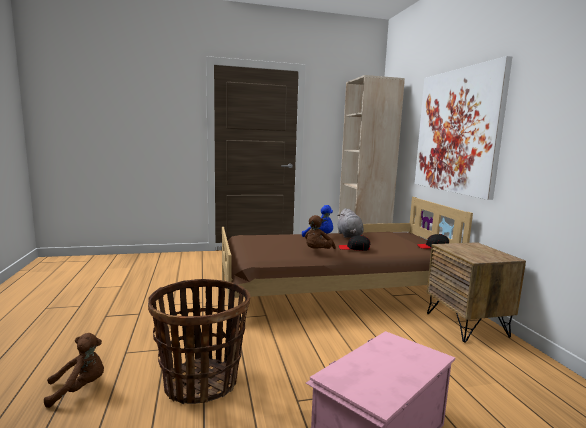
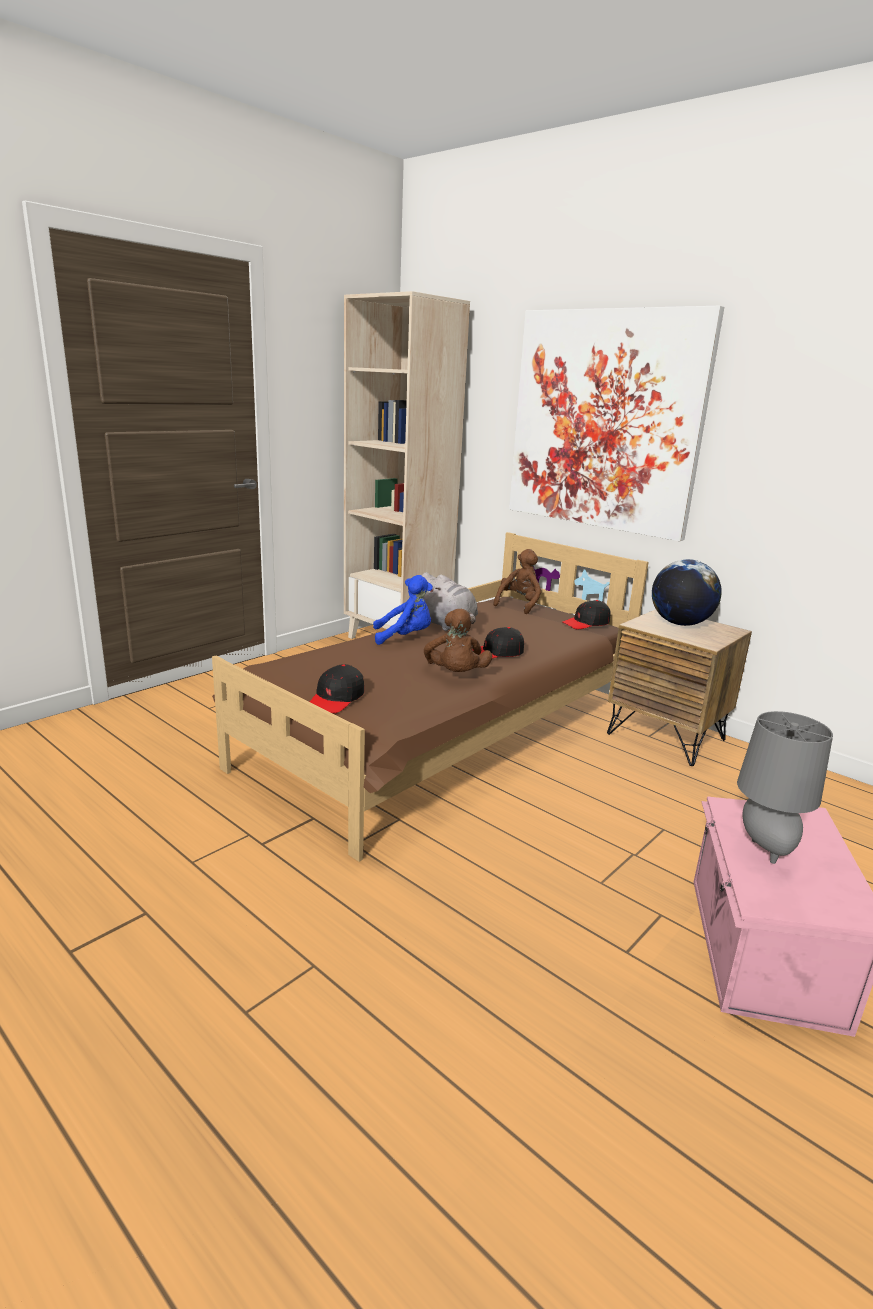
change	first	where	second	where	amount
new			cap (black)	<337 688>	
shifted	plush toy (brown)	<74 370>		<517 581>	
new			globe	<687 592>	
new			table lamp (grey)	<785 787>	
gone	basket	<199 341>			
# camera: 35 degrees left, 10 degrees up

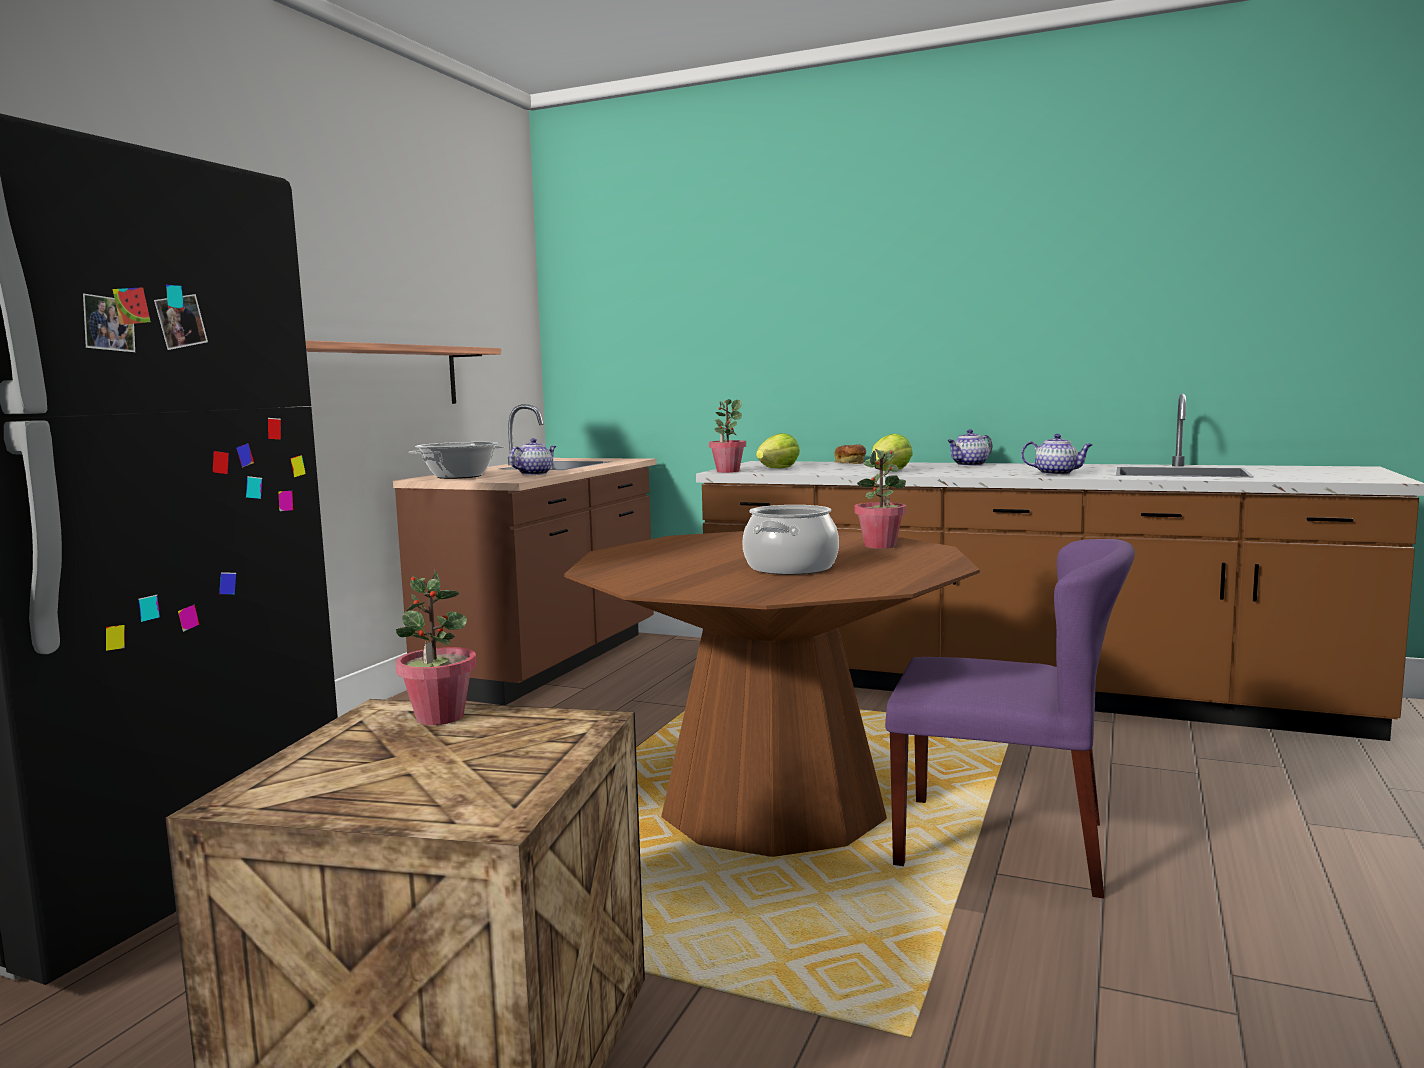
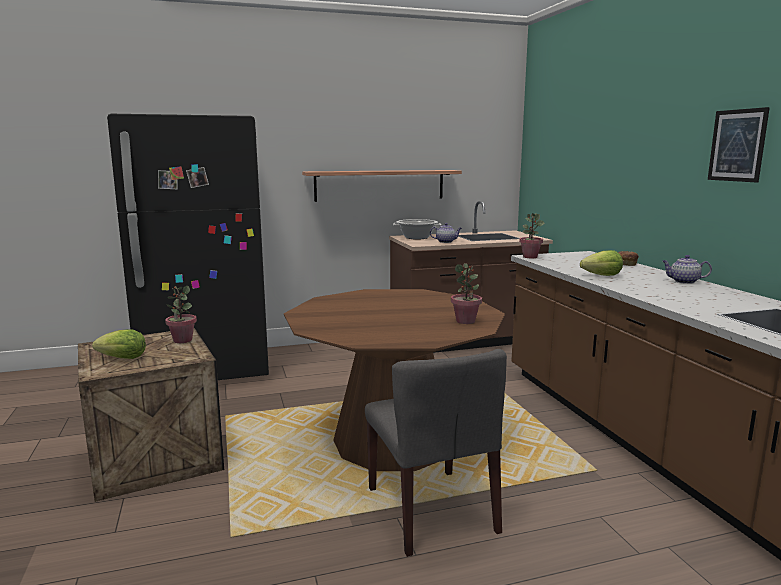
change	first	where	second	where	amount
shifted	lettuce	<778 450>		<119 344>	
repainted	chair (purple)	<1010 718>	chair (grey)	<436 453>	
new			picture	<739 145>	
gone	cooking pot	<790 540>			
gone	teapot	<1057 454>			
# camera: 50 degrees right, 5 degrees up

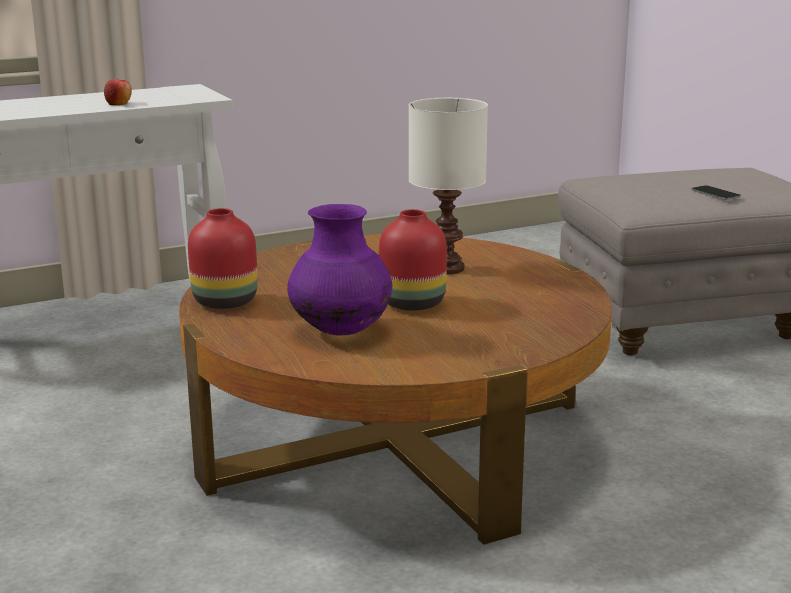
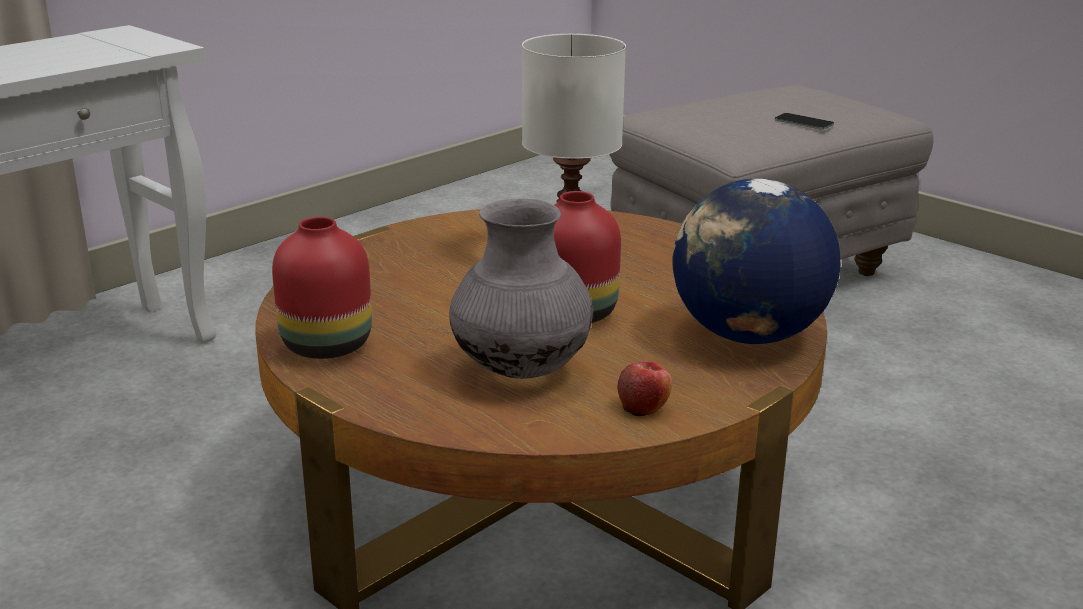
change	first	where	second	where	amount
repainted	vase (purple)	<339 270>	vase (grey)	<521 288>	
shifted	apple	<118 92>		<644 389>	
new			globe	<756 261>	
# camera: 20 degrees left, 5 degrees up

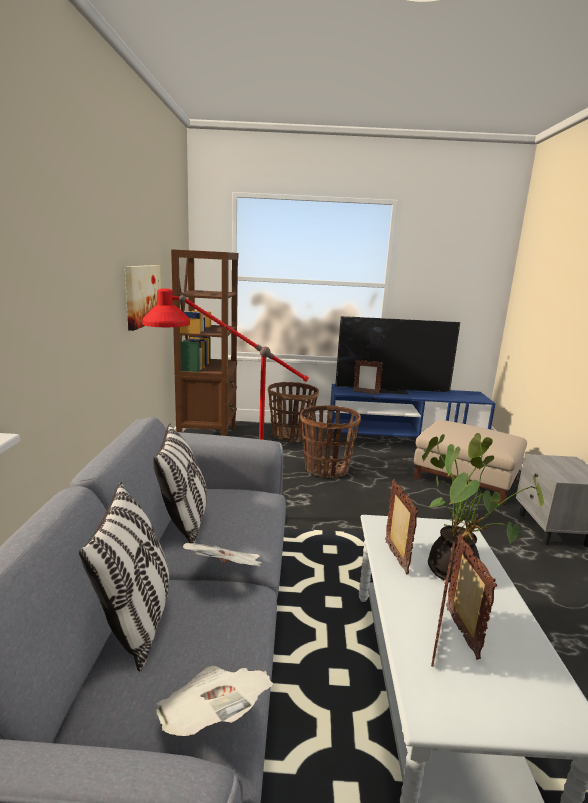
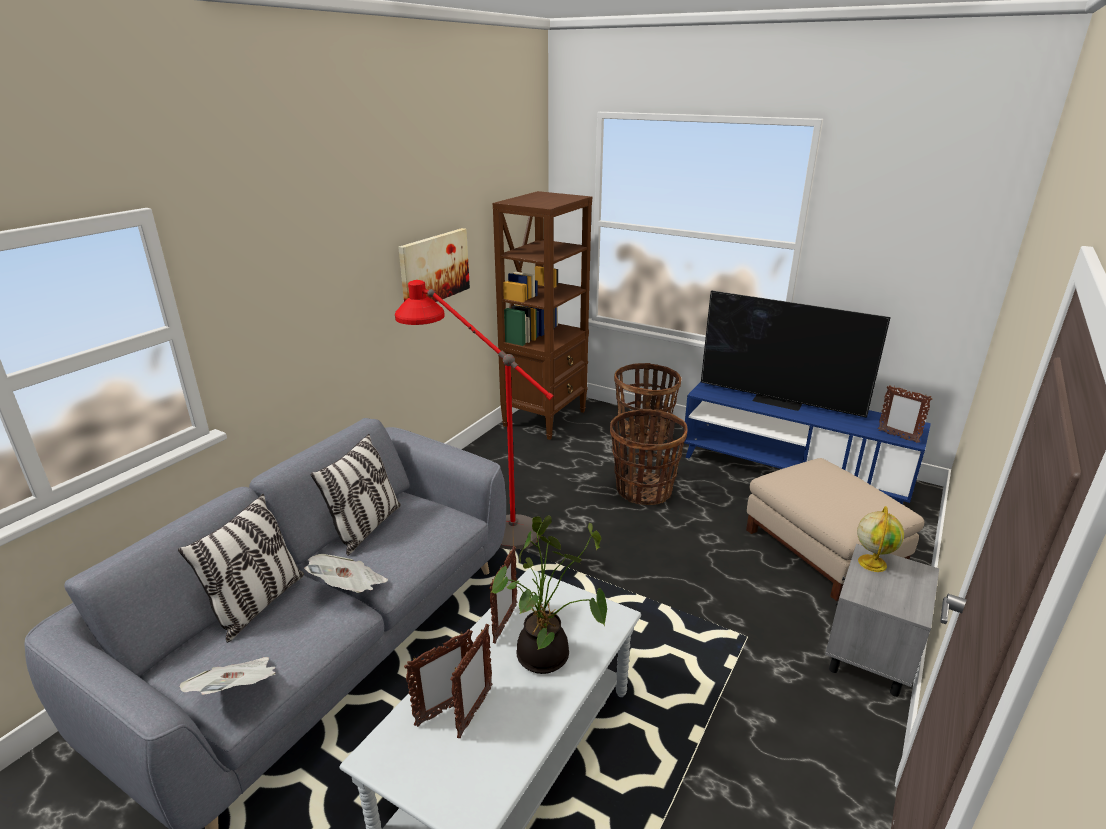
change	first	where	second	where	amount
new			globe	<880 539>	
shifted	picture frame	<368 377>		<905 414>	
# camera: 30 degrees right, 10 degrees up

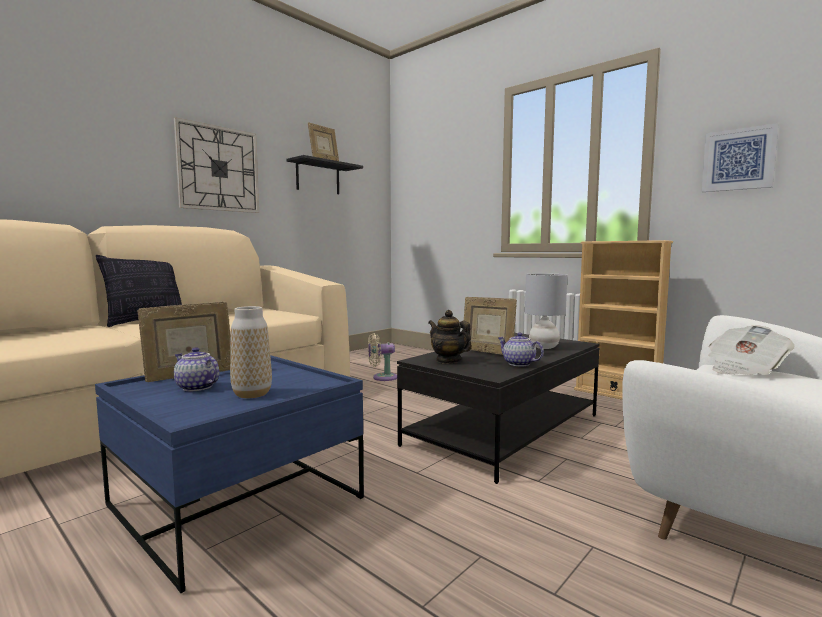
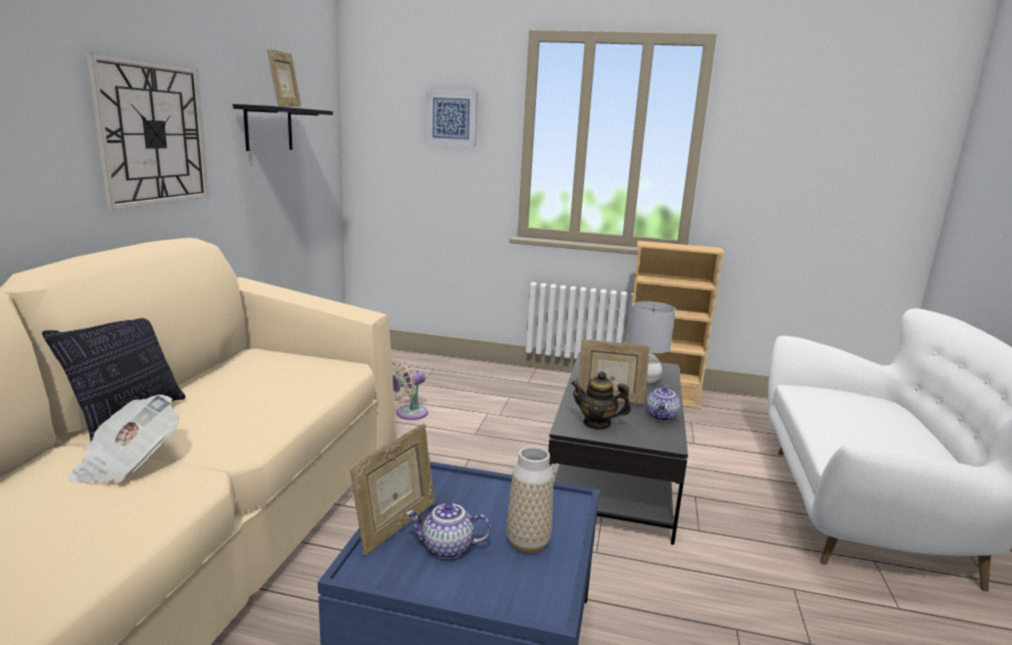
change	first	where	second	where	amount
shifted	newspaper	<751 350>		<123 439>	
shifted	picture	<739 157>		<451 118>	
rotated	teapot	<521 349>		<663 403>	90 degrees counterclockwise
# camera: 30 degrees left, 10 degrees up

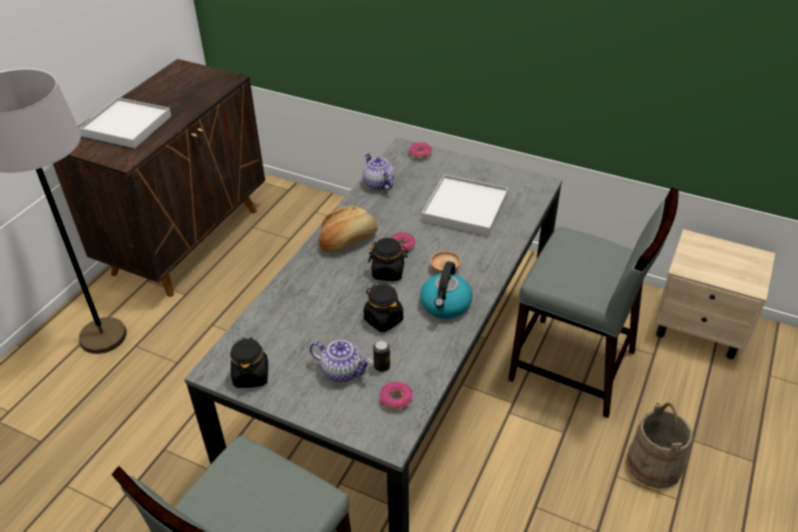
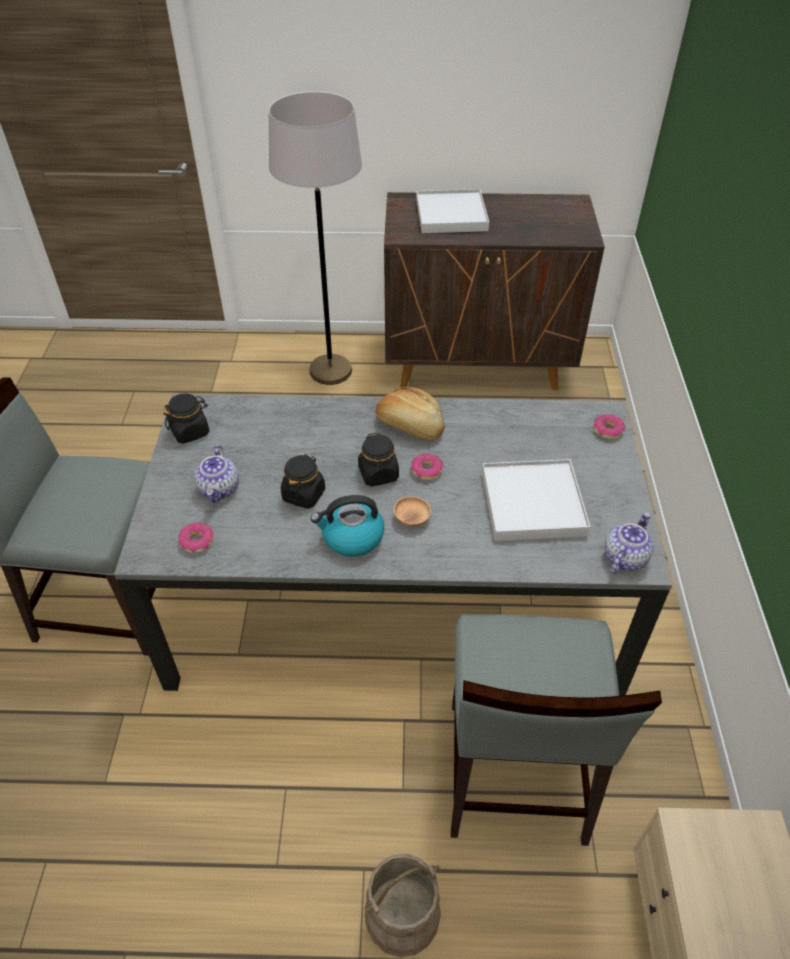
change	first	where	second	where	amount
shifted	teapot	<379 171>		<629 543>	
gone	can	<381 356>			
# camera: 65 degrees right, 5 degrees up

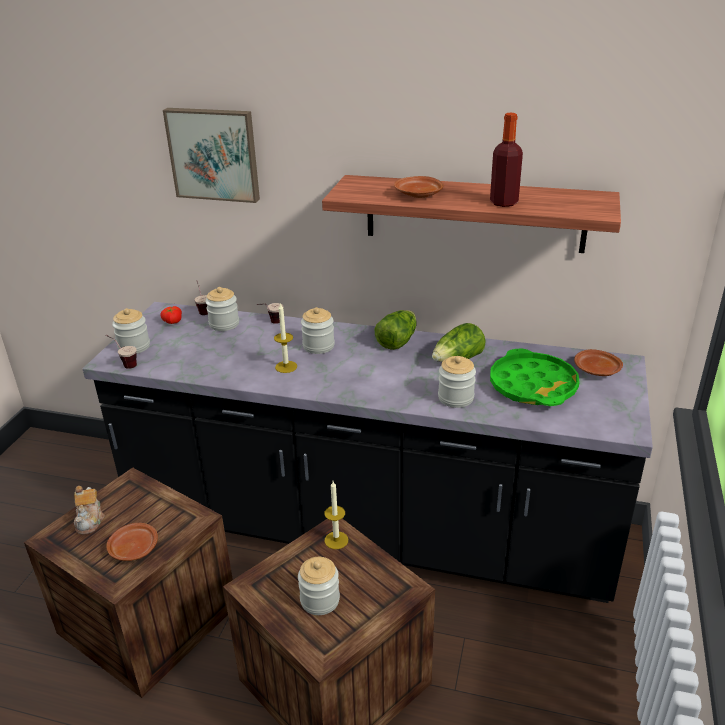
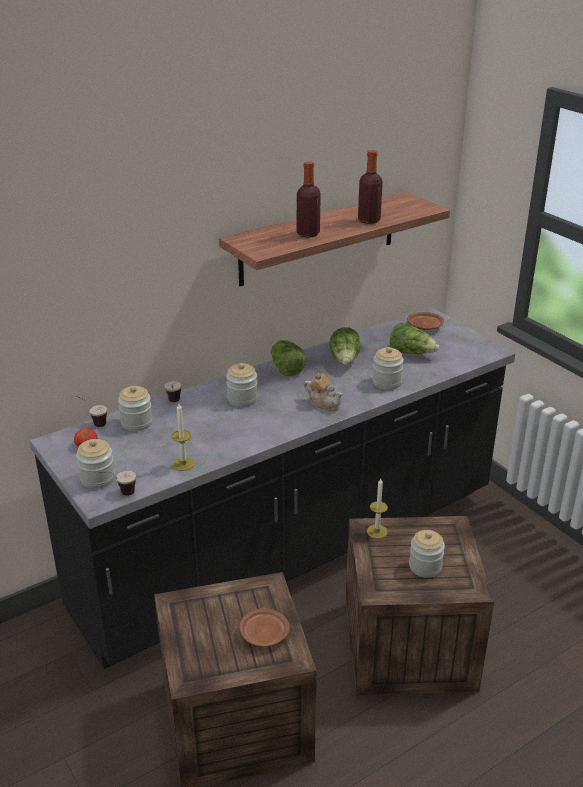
change	first	where	second	where	amount
shifted	candle	<285 338>		<183 437>	
swapped	plate (brown)	<419 187>	bottle	<308 199>	
shifted	teapot	<89 510>		<323 392>	
swapped	tray (green)	<535 377>	lettuce	<414 338>	
gone	picture	<211 155>			
# camera: 50 degrees left, 0 degrees up

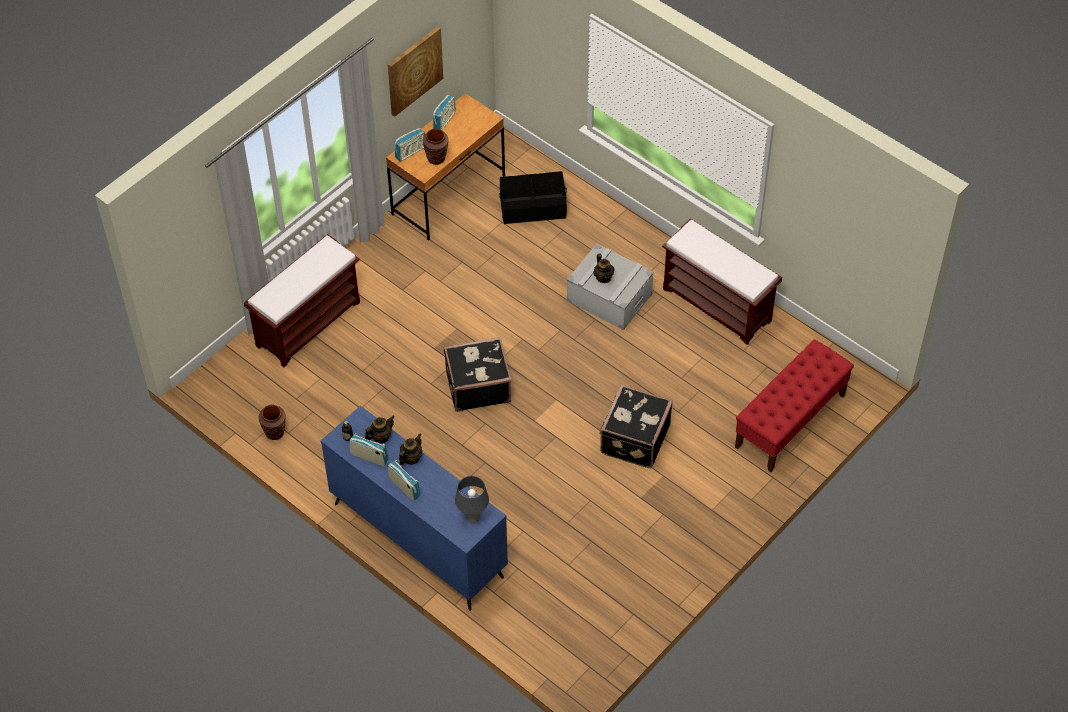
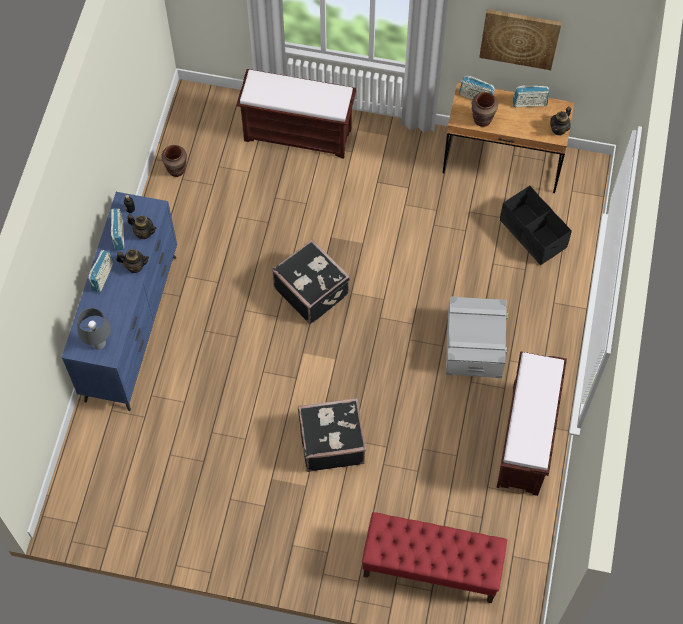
change	first	where	second	where	amount
shifted	teapot	<604 268>		<560 121>	
# camera: 60 degrees right, 10 degrees up

